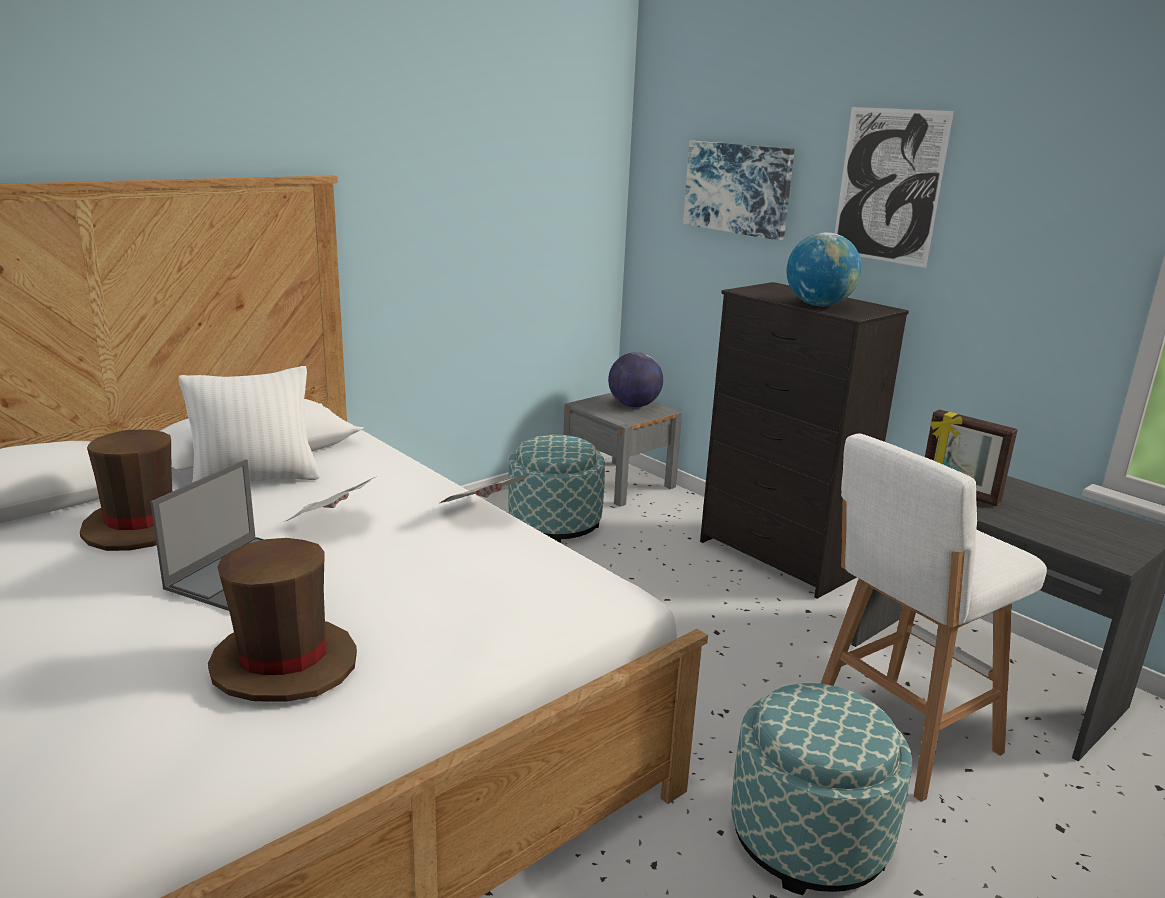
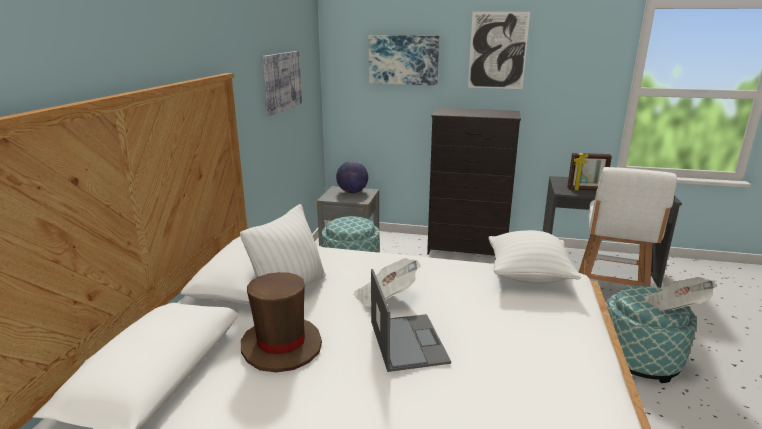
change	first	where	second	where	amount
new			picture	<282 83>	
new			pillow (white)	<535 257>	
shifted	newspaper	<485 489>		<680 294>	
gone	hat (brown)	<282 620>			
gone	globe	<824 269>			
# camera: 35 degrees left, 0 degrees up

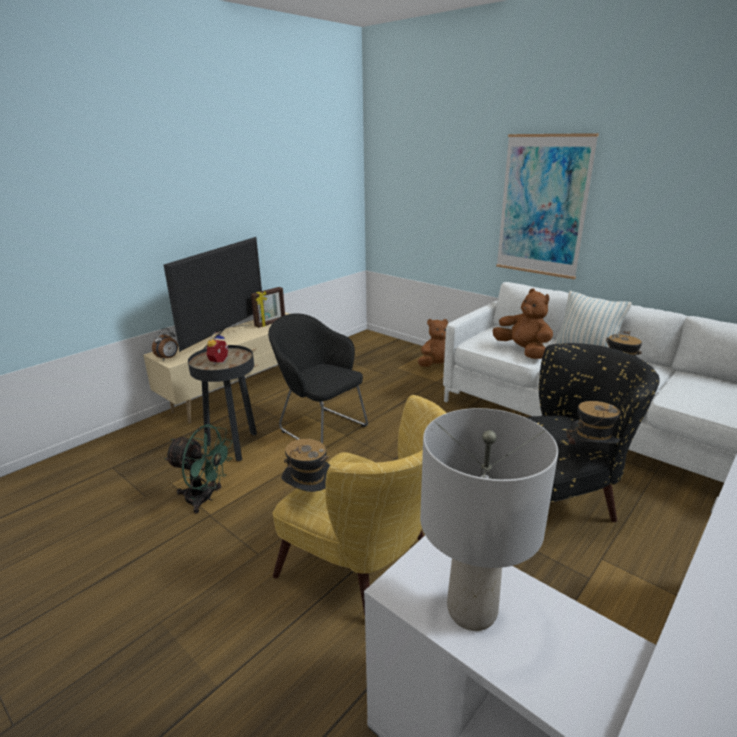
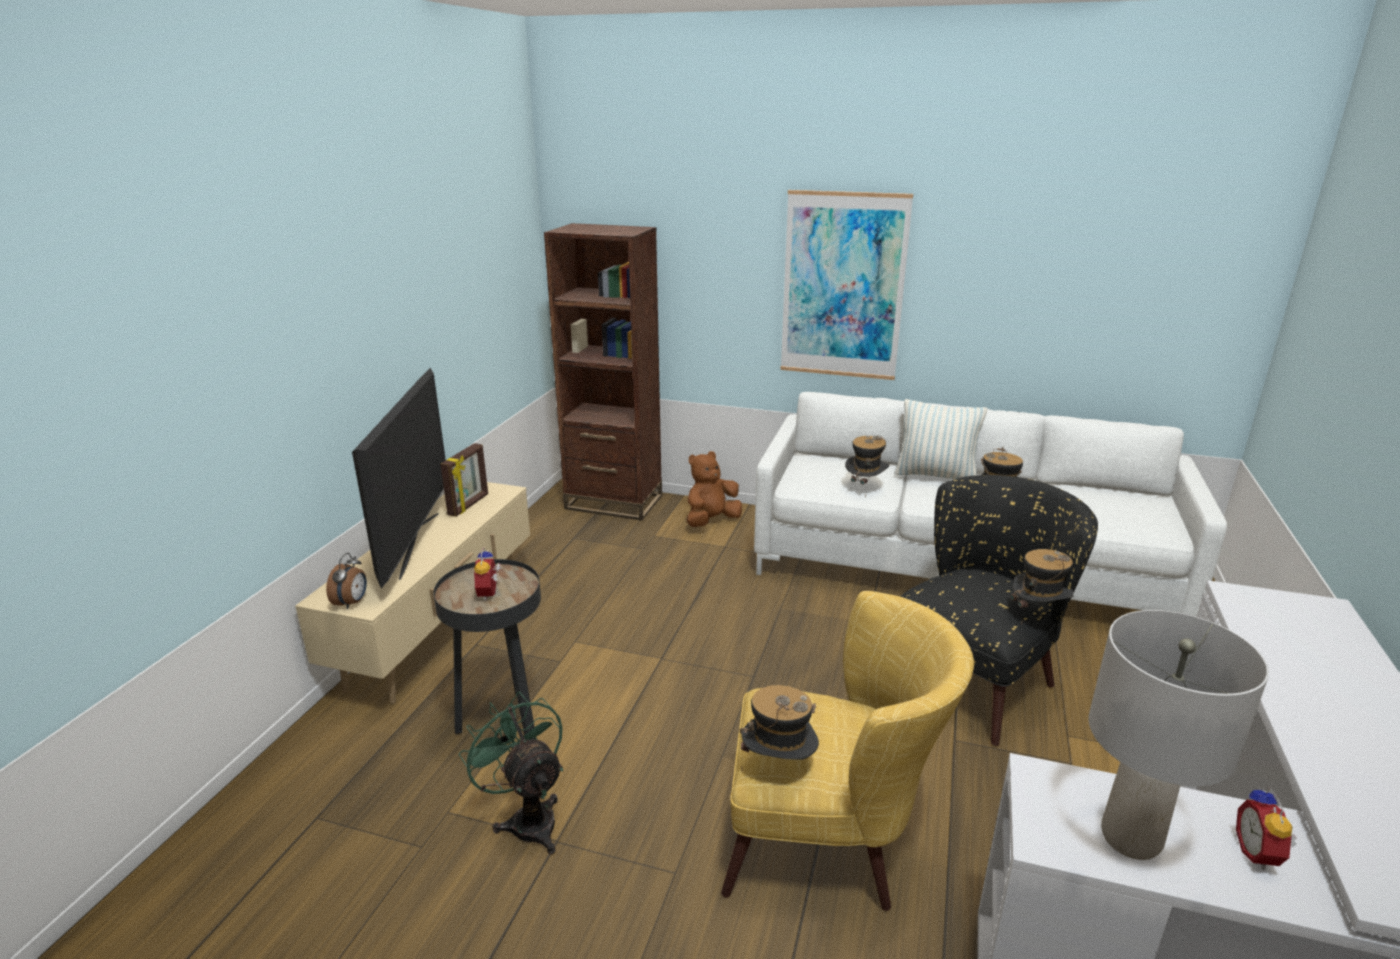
change	first	where	second	where	amount
rotated	fan (green)	<198 469>		<511 772>	120 degrees counterclockwise
new			bookcase (brown)	<603 371>	
swapped	plush toy (brown)	<523 323>	hat	<867 466>	
new			alarm clock	<1266 828>	
gone	armchair (black)	<318 378>			
# camera: 25 degrees left, 0 degrees up

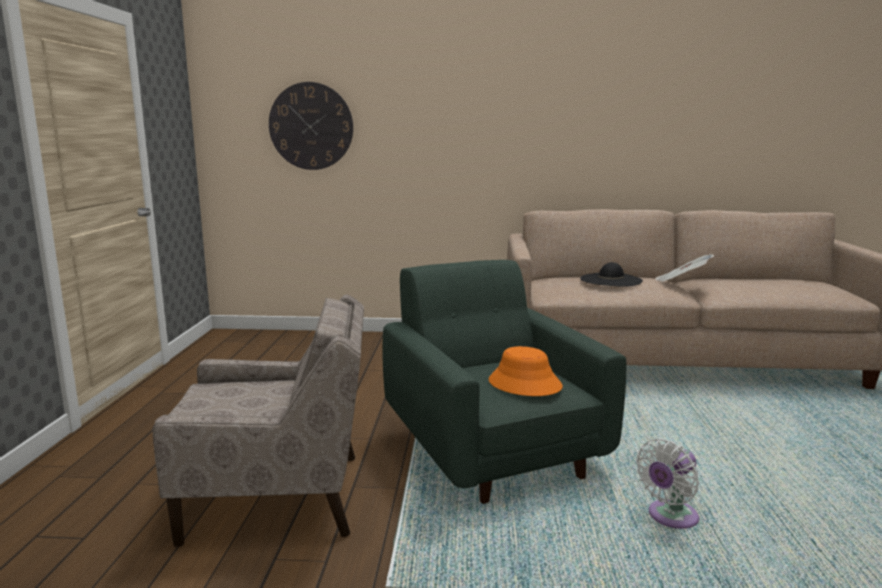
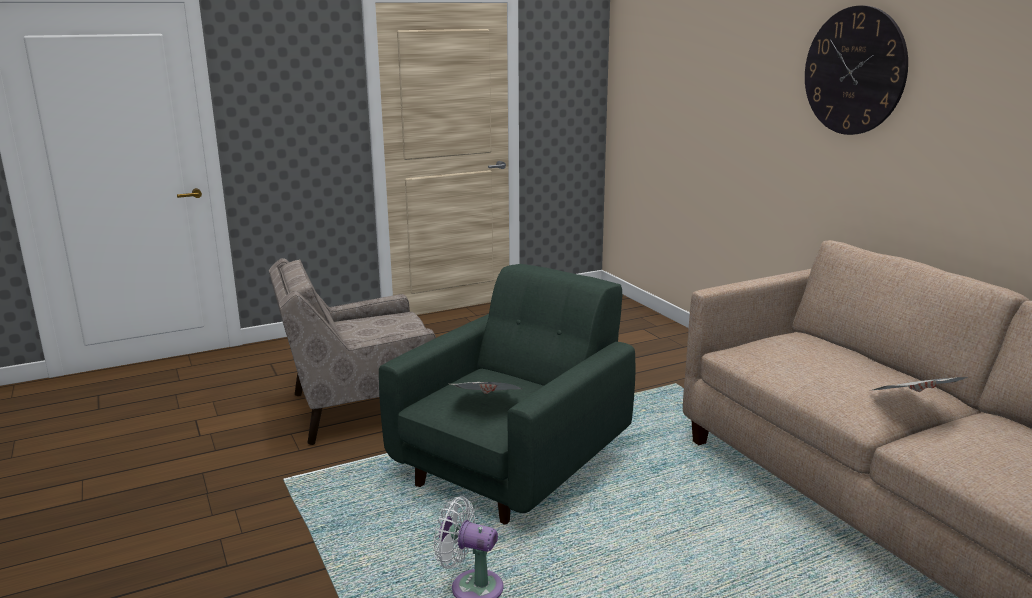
change	first	where	second	where	amount
rotated	armchair (beige)	<258 421>		<352 351>	105 degrees clockwise
swapped	hat (orange)	<526 371>	newspaper	<487 388>	
shifted	wall clock	<311 126>		<856 70>	
gone	hat (black)	<611 274>			
# camera: 60 degrees right, 5 degrees up

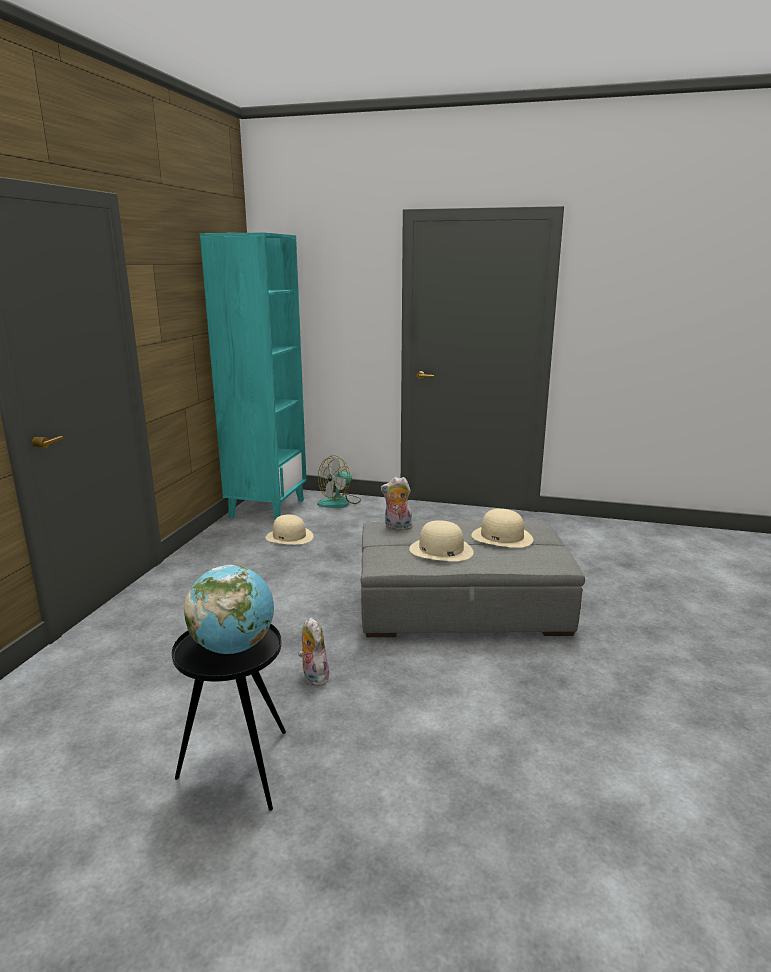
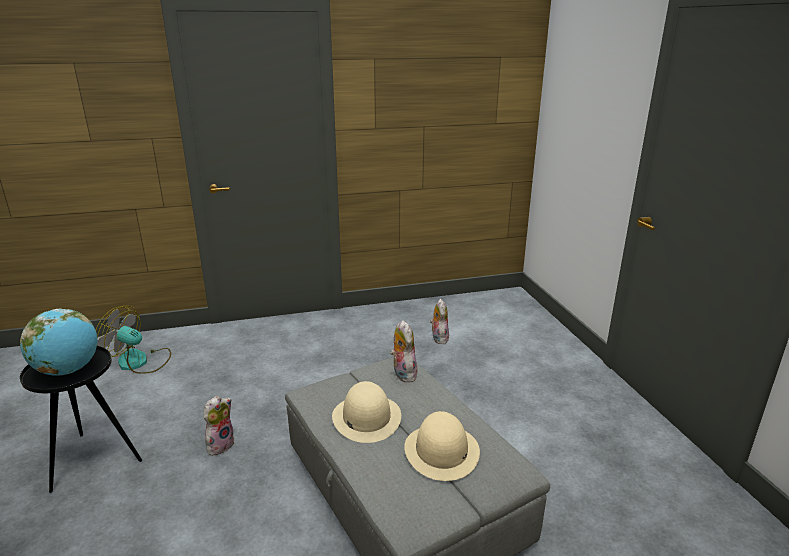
change	first	where	second	where	amount
shifted	fan	<339 482>		<133 340>	
swapped	hat (beige)	<289 530>	plush toy	<439 321>	
gone	bookcase (turquoise)	<253 376>			
# camera: 60 degrees right, 5 degrees up

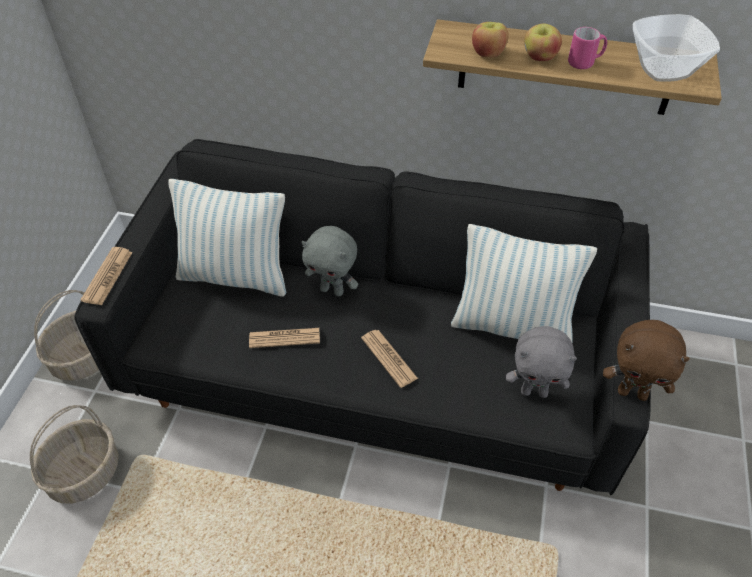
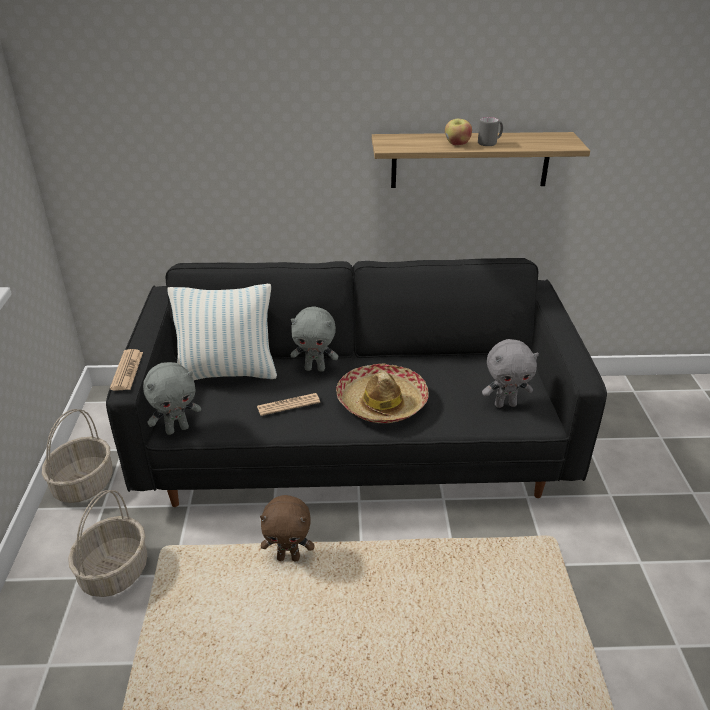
change	first	where	second	where	amount
new			plush toy (grey)	<172 398>	
shifted	plush toy (brown)	<646 360>		<287 528>	
swapped	newspaper	<389 359>	hat	<382 393>	
repainted	mug (pink)	<587 48>	mug (grey)	<490 131>	
gone	pillow	<524 283>			
gone	apple	<490 40>			
gone	bowl	<676 48>			
# camera: 15 degrees left, 15 degrees down

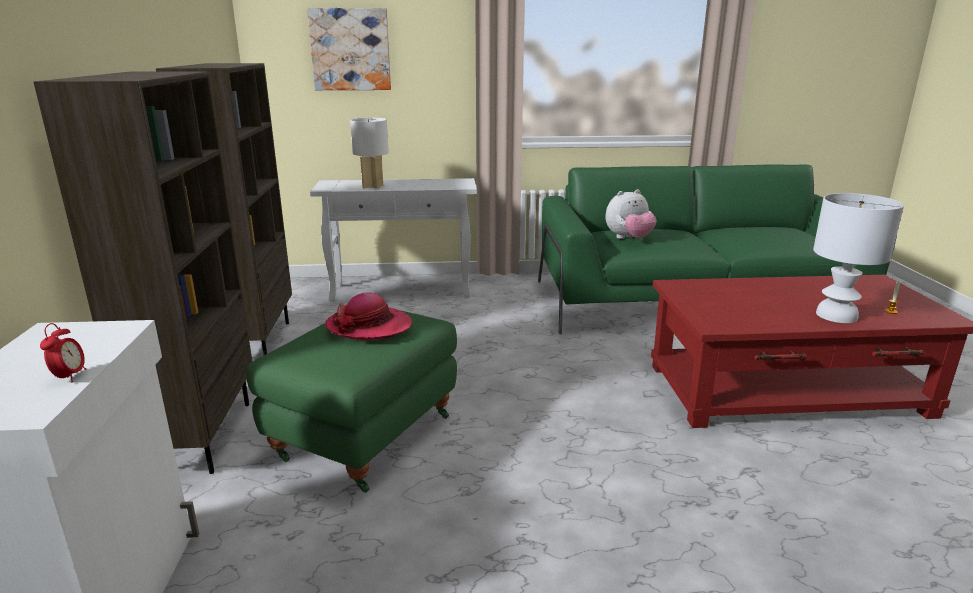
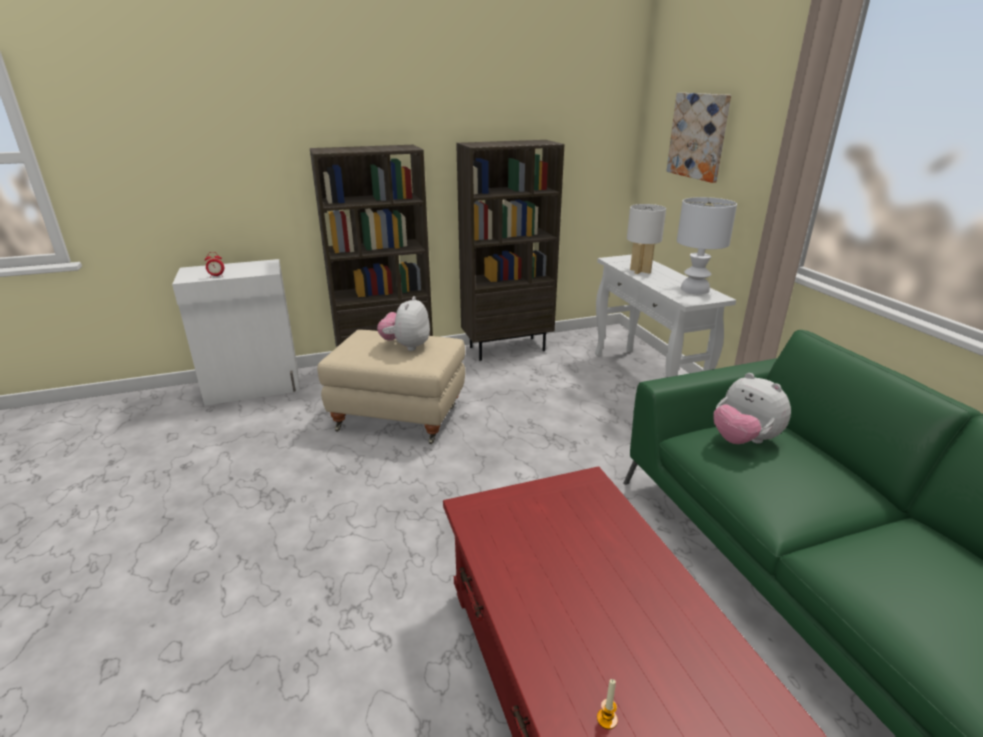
change	first	where	second	where	amount
repainted	ottoman (green)	<351 401>	ottoman (beige)	<391 386>	
swapped	hat	<368 317>	plush toy	<403 323>	
shifted	table lamp (white)	<858 258>		<707 245>	
# camera: 75 degrees right, 5 degrees up

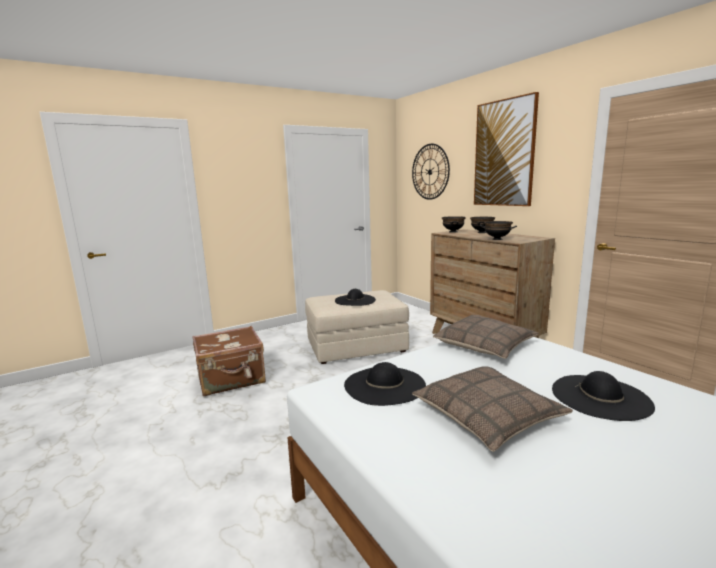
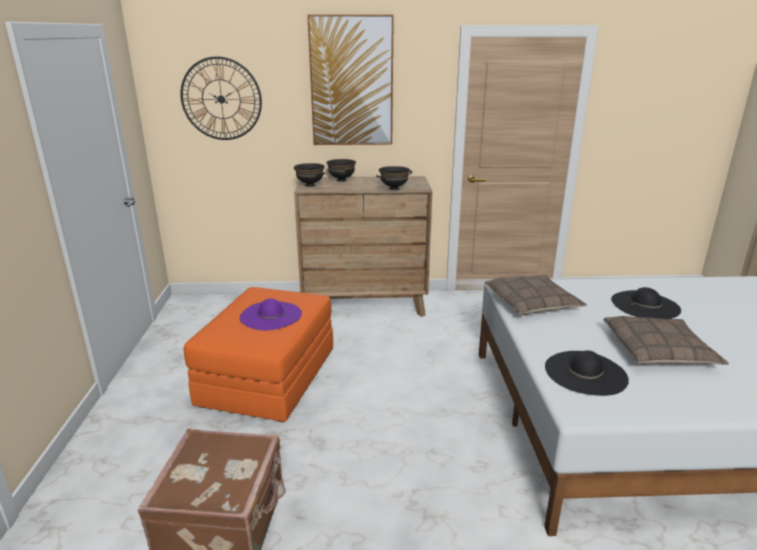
change	first	where	second	where	amount
repainted	ottoman (beige)	<357 327>	ottoman (orange)	<258 354>	
repainted	hat (black)	<355 297>	hat (purple)	<270 314>	
# camera: 60 degrees left, 10 degrees up

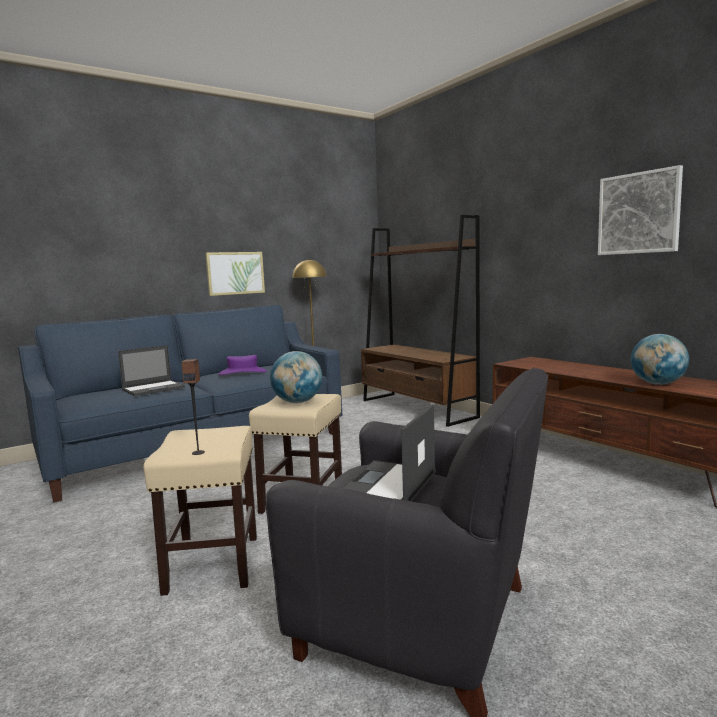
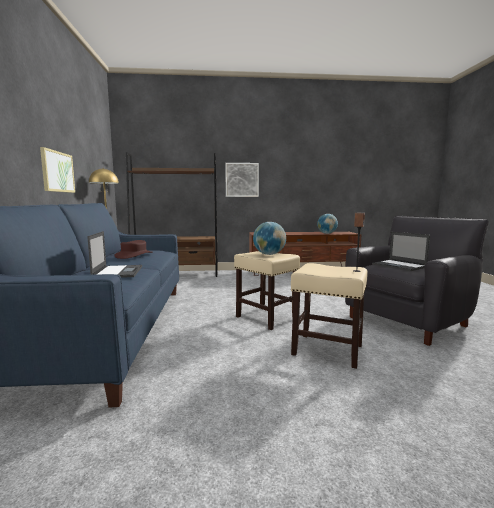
change	first	where	second	where	amount
repainted	hat (purple)	<242 365>	hat (brown)	<133 249>	
shifted	picture	<640 210>		<242 180>	
# camera: 60 degrees left, 0 degrees up

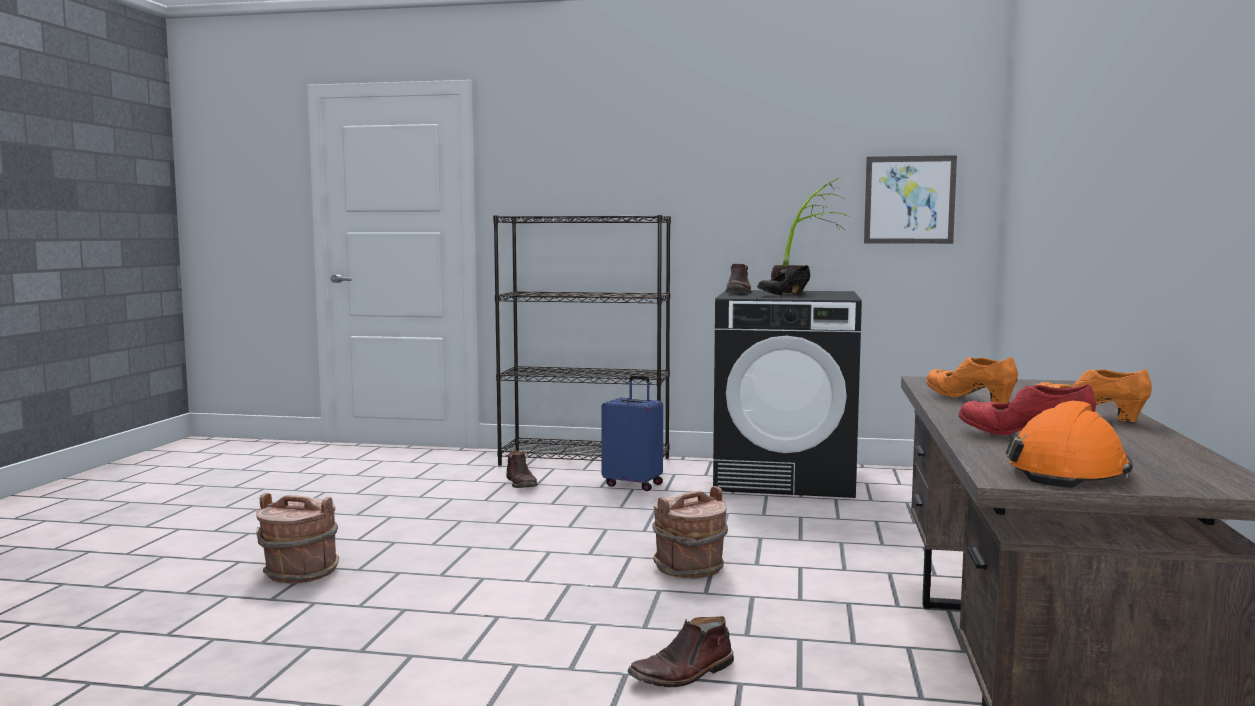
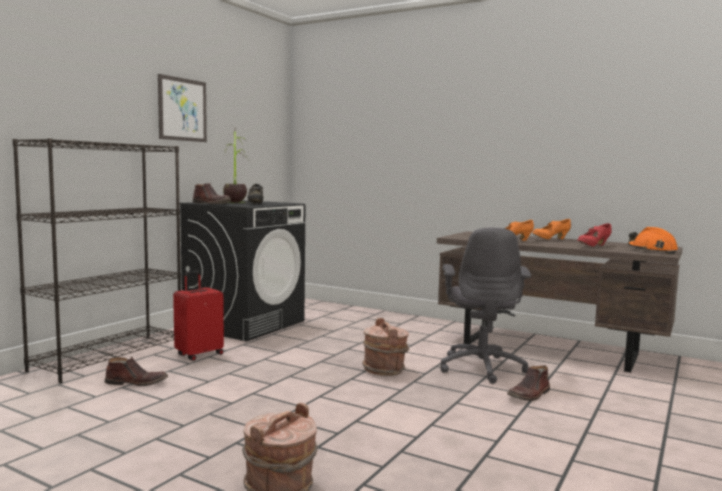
change	first	where	second	where	amount
shifted	picture	<910 199>		<182 108>	
repainted	suitcase (blue)	<632 433>	suitcase (red)	<198 316>	
new			office chair (grey)	<485 306>	
rotated	boot (brown)	<681 651>		<528 383>	60 degrees clockwise
# camera: 70 degrees left, 0 degrees up

